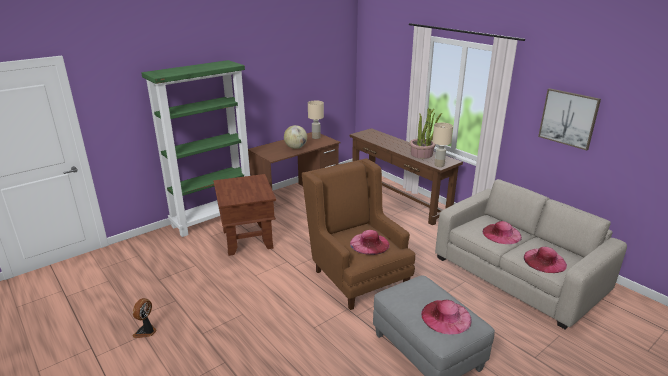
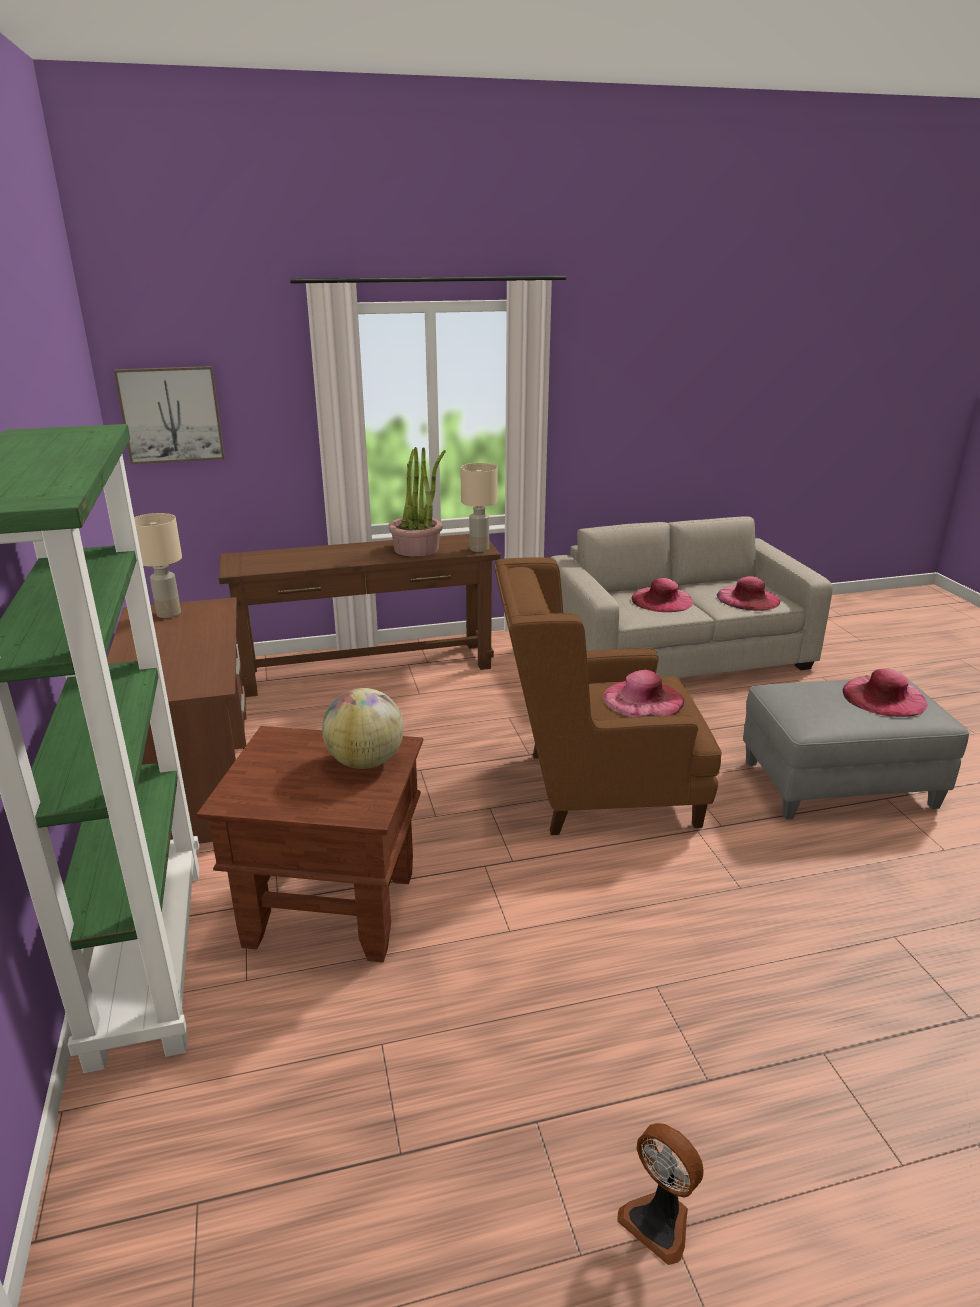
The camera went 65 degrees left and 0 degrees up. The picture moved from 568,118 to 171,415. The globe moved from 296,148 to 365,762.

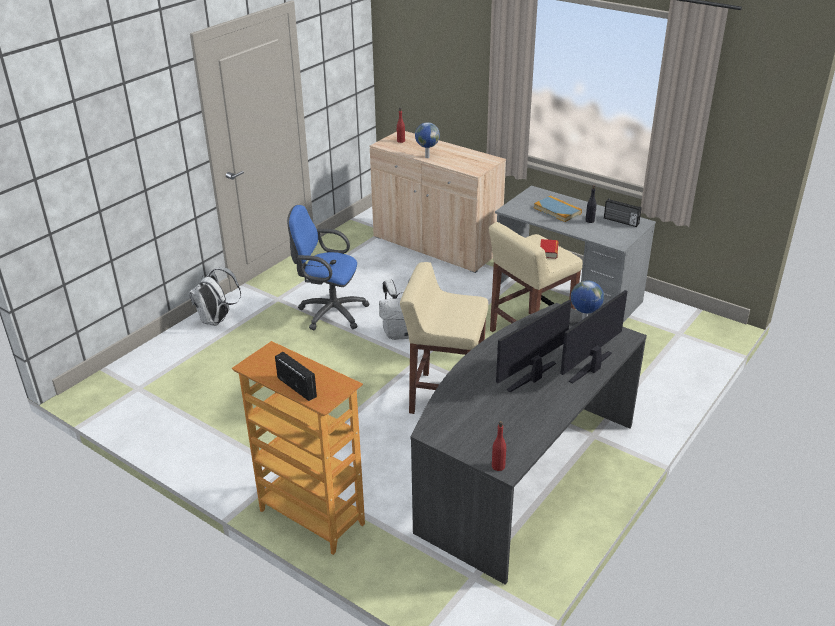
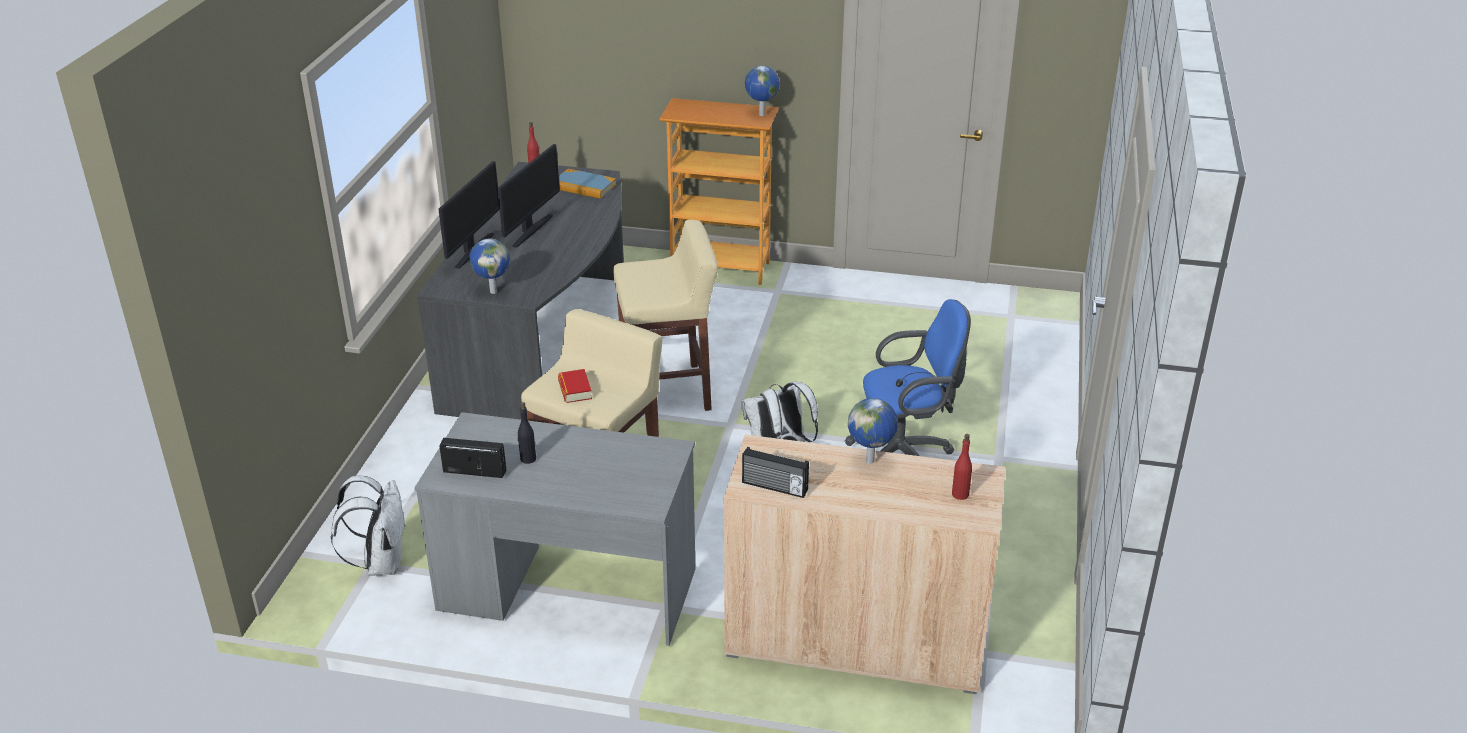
The camera went 155 degrees right and 0 degrees up. The white backpack moved from 217,320 to 381,562. The book moved from 557,210 to 584,186. The radio moved from 297,387 to 774,487. The globe at 761,115 appeared.

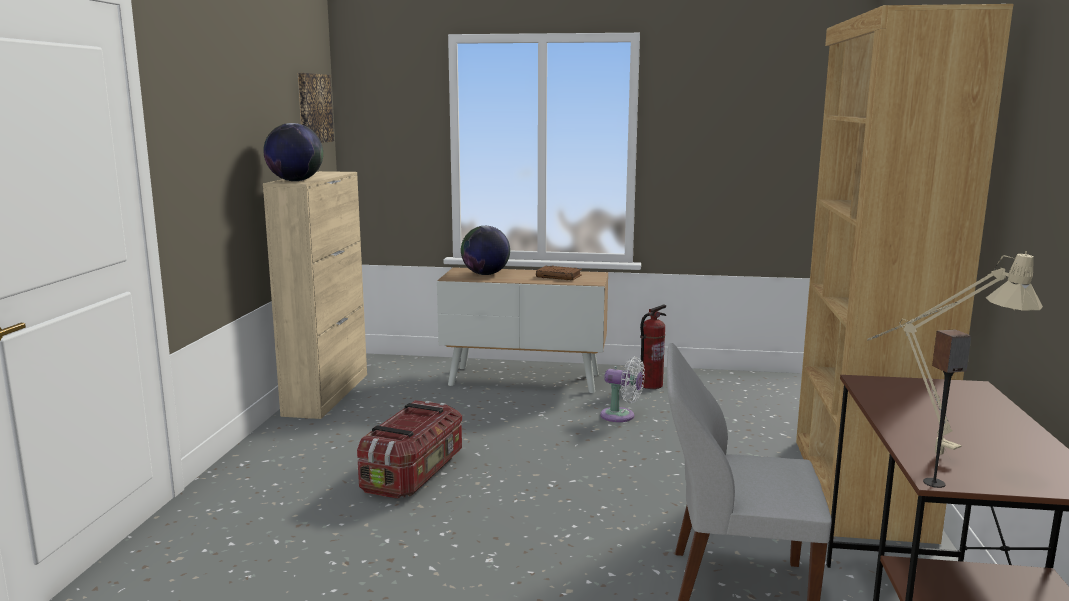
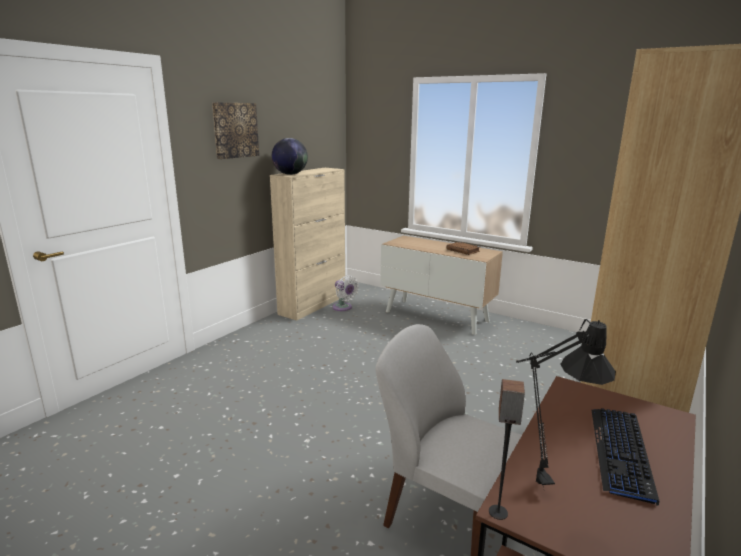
The camera went 25 degrees right and 5 degrees up. The picture moved from 313,108 to 235,130. The white fan moved from 621,416 to 343,308. The beige table lamp at 927,452 became the black table lamp at 534,477. The keyboard at 621,452 appeared. The storage box at 414,473 disappeared. The globe at 485,274 disappeared. The fire extinguisher at 651,385 disappeared.

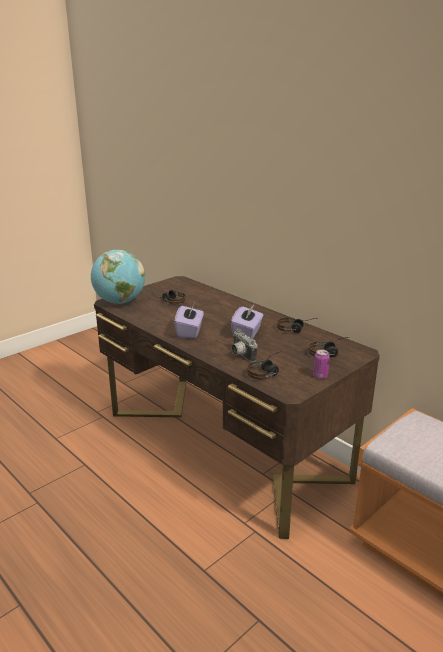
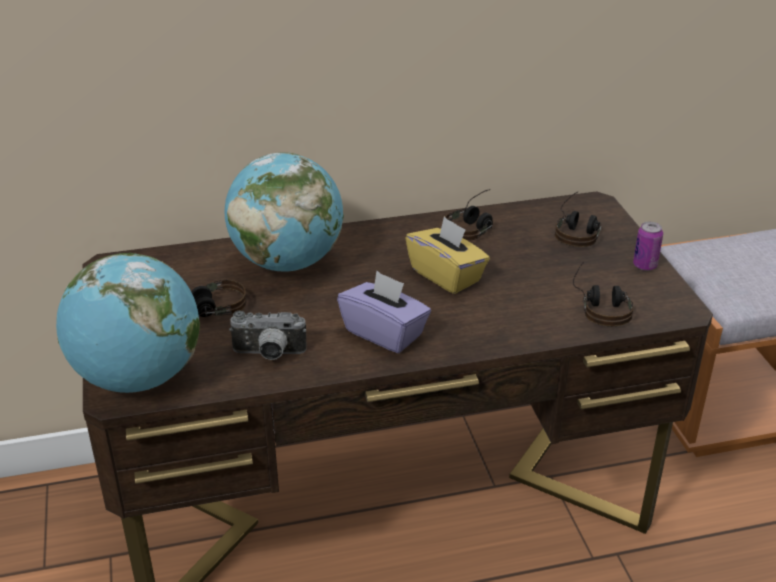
The camera went 60 degrees left and 10 degrees up. The globe at 287,262 appeared. The photo camera moved from 240,355 to 269,355. The purple tissue box at 247,333 became the yellow tissue box at 446,275.

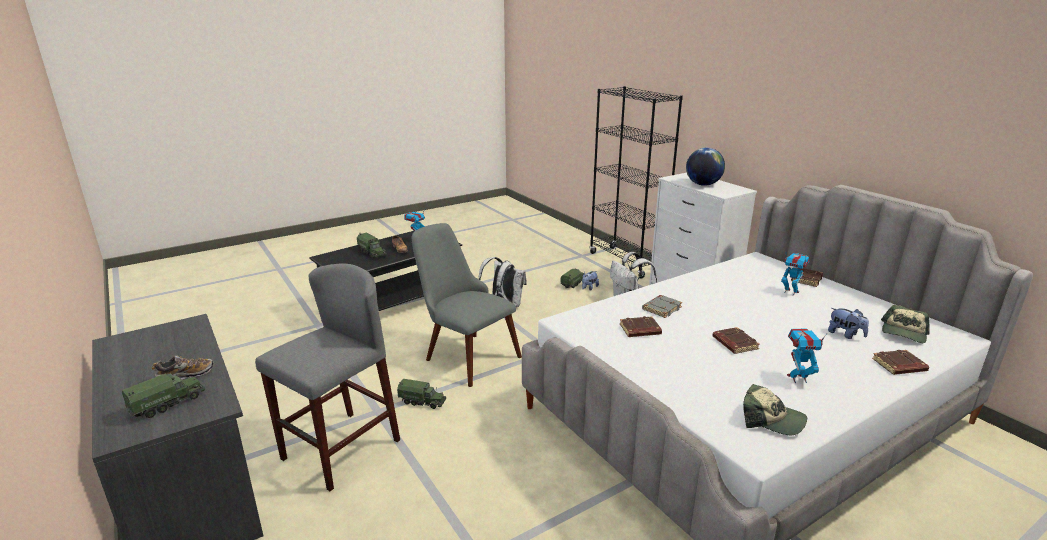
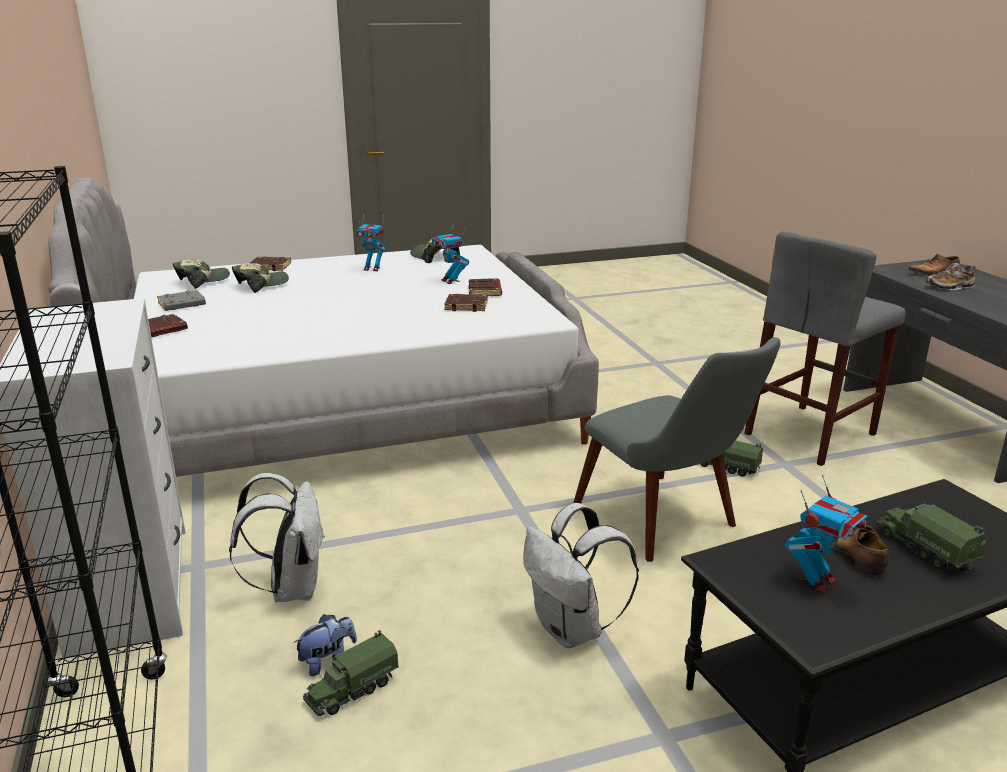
The camera went 165 degrees left and 0 degrees up. The grey book moved from 661,308 to 181,305. The plush toy at 845,334 was replaced by the cap at 261,285. The toy robot moved from 790,292 to 450,281. The brown book moved from 734,343 to 485,291. The toy truck at 167,403 was replaced by the shoe at 934,273. The globe at 703,184 disappeared.

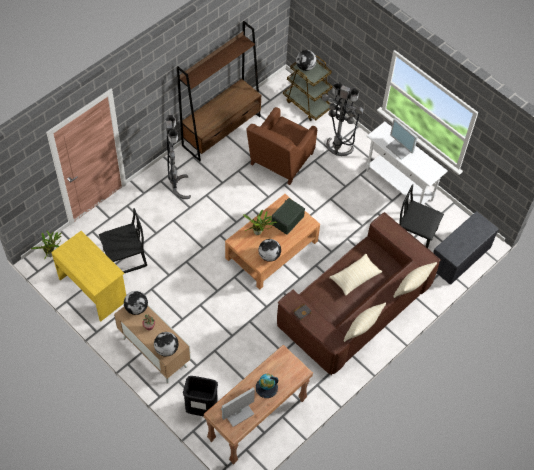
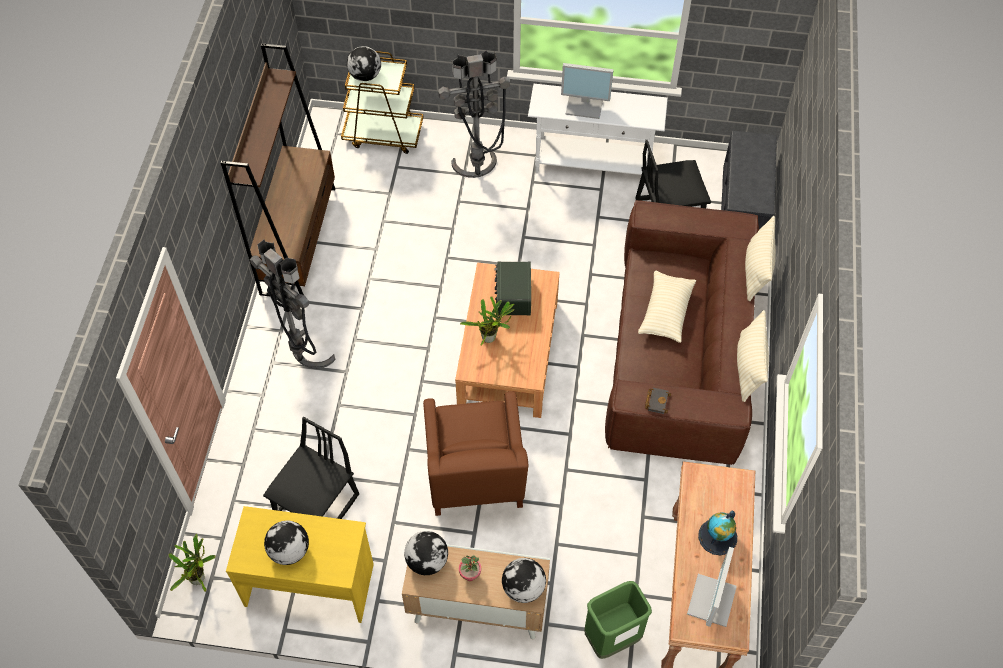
The camera went 35 degrees left and 0 degrees up. The globe moved from 269,255 to 289,551. The brown armchair moved from 280,161 to 475,477. The black trash can at 201,409 became the green trash can at 612,638.

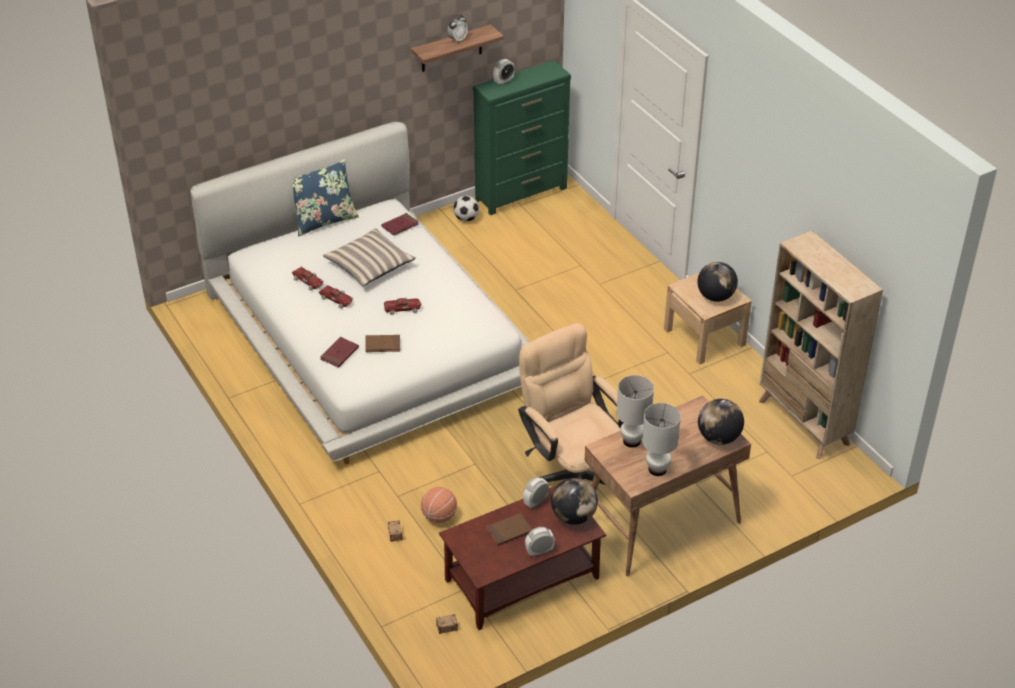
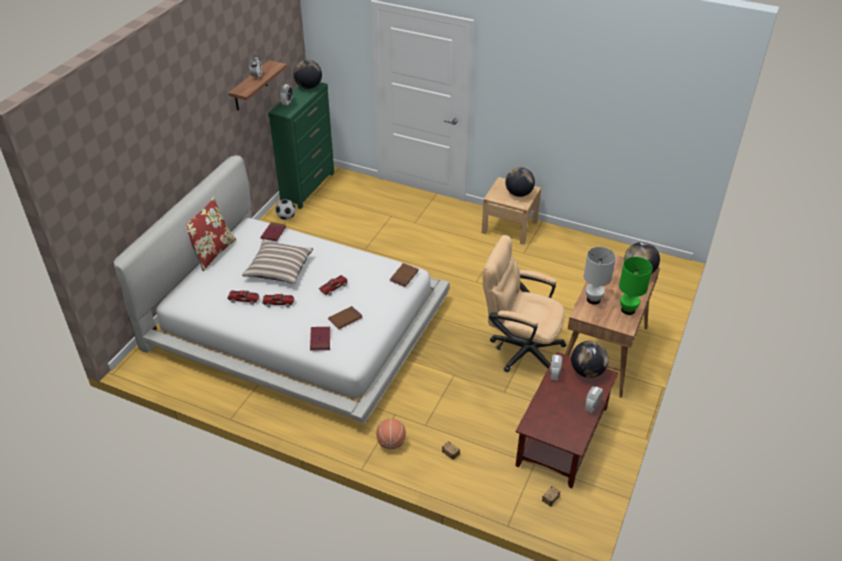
The camera went 35 degrees left and 0 degrees up. The blue pillow at 324,220 became the red pillow at 212,252. The globe at 308,87 appeared. The basketball moved from 439,517 to 391,443. The brown book moved from 509,531 to 404,276. The white table lamp at 657,470 became the green table lamp at 628,310. The beige bookcase at 803,423 disappeared.

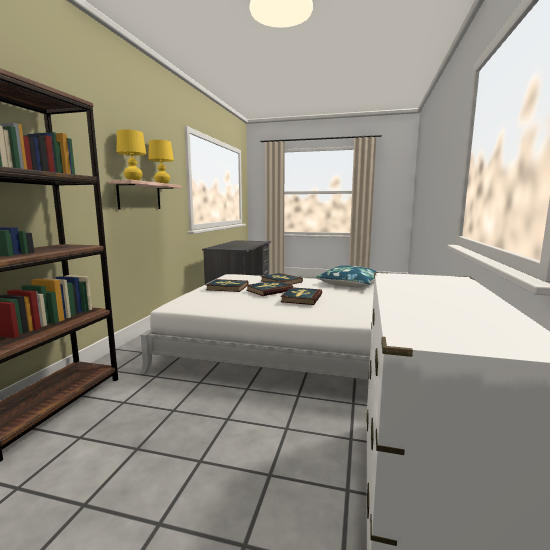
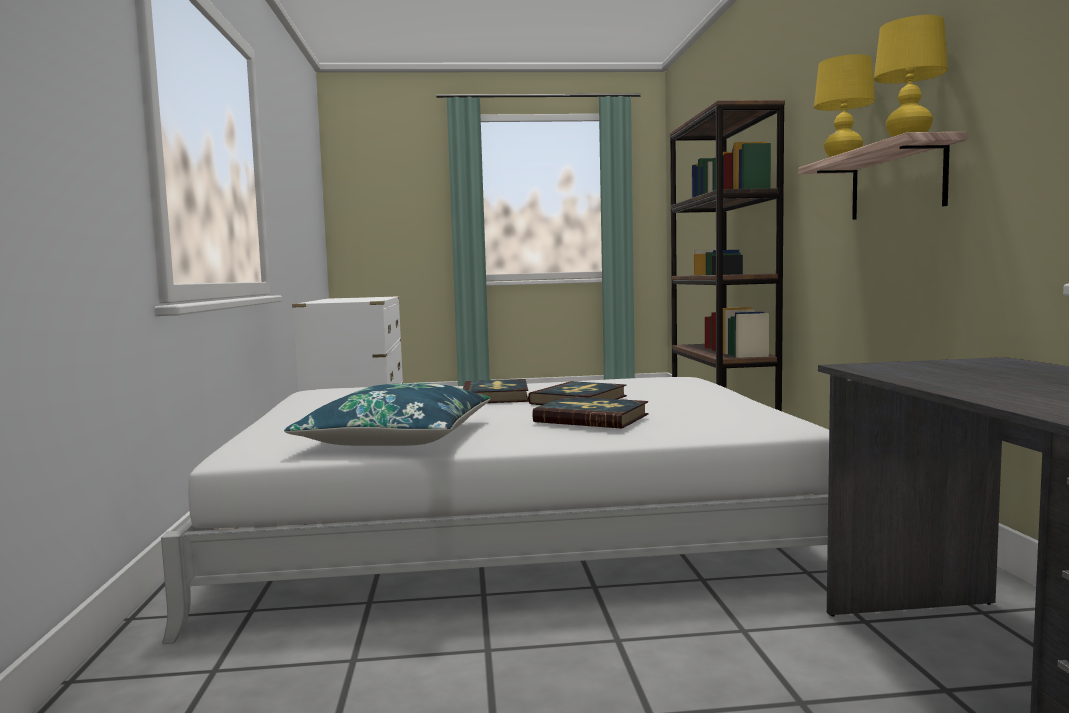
The camera went 160 degrees right and 5 degrees down. The book at 227,287 disappeared.

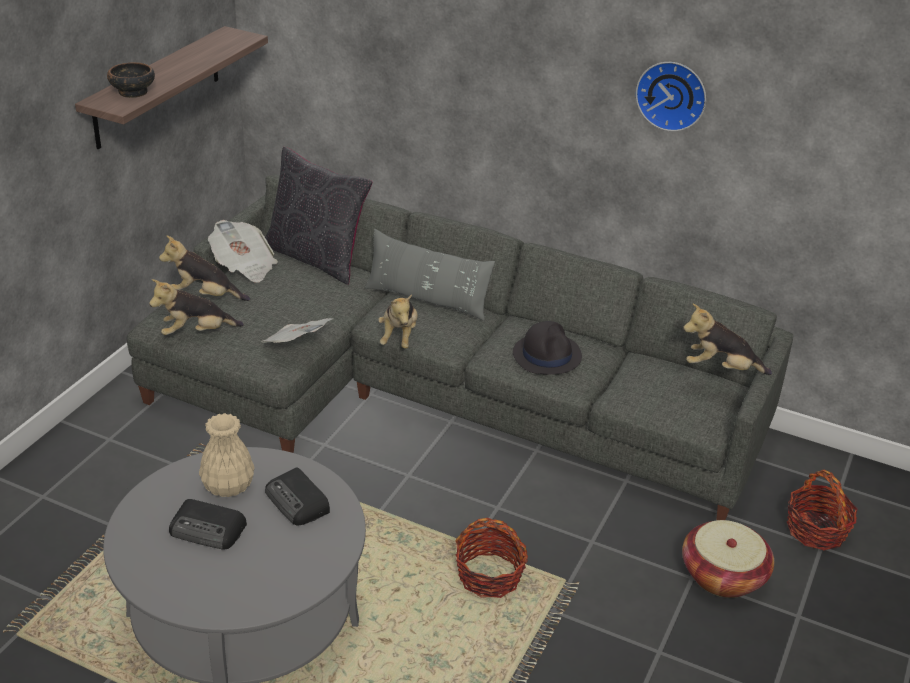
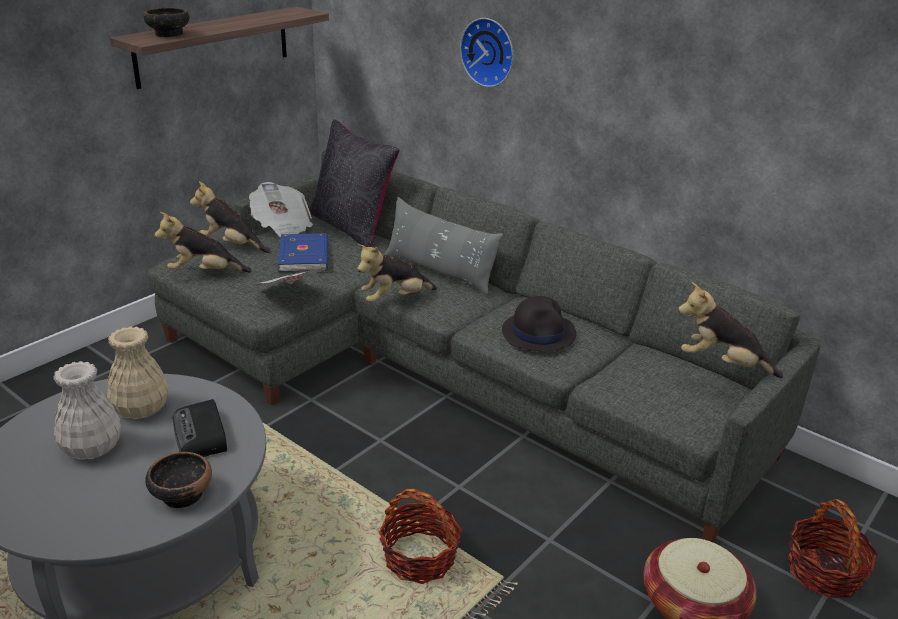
The camera went 15 degrees right and 5 degrees down. The radio at 208,530 was replaced by the white vase at 93,448. The bowl at 181,494 appeared. The blue book at 305,255 appeared. The plush toy at 399,337 turned 45 degrees clockwise. The wall clock moved from 672,94 to 489,52.

